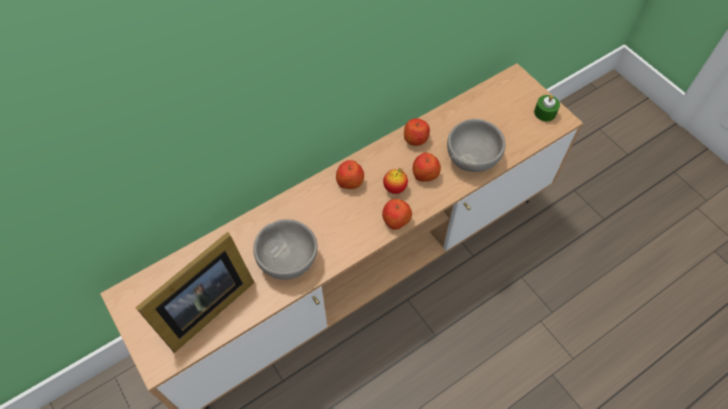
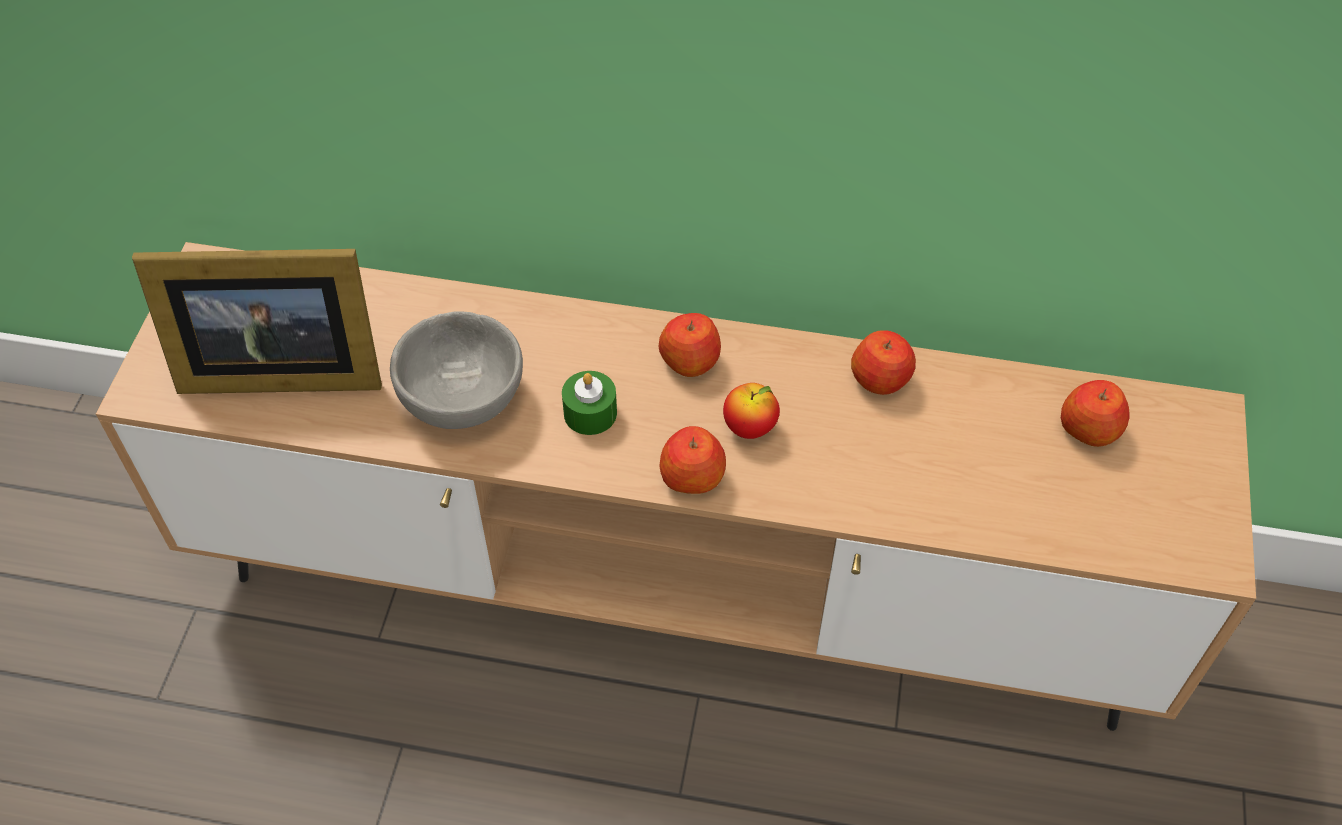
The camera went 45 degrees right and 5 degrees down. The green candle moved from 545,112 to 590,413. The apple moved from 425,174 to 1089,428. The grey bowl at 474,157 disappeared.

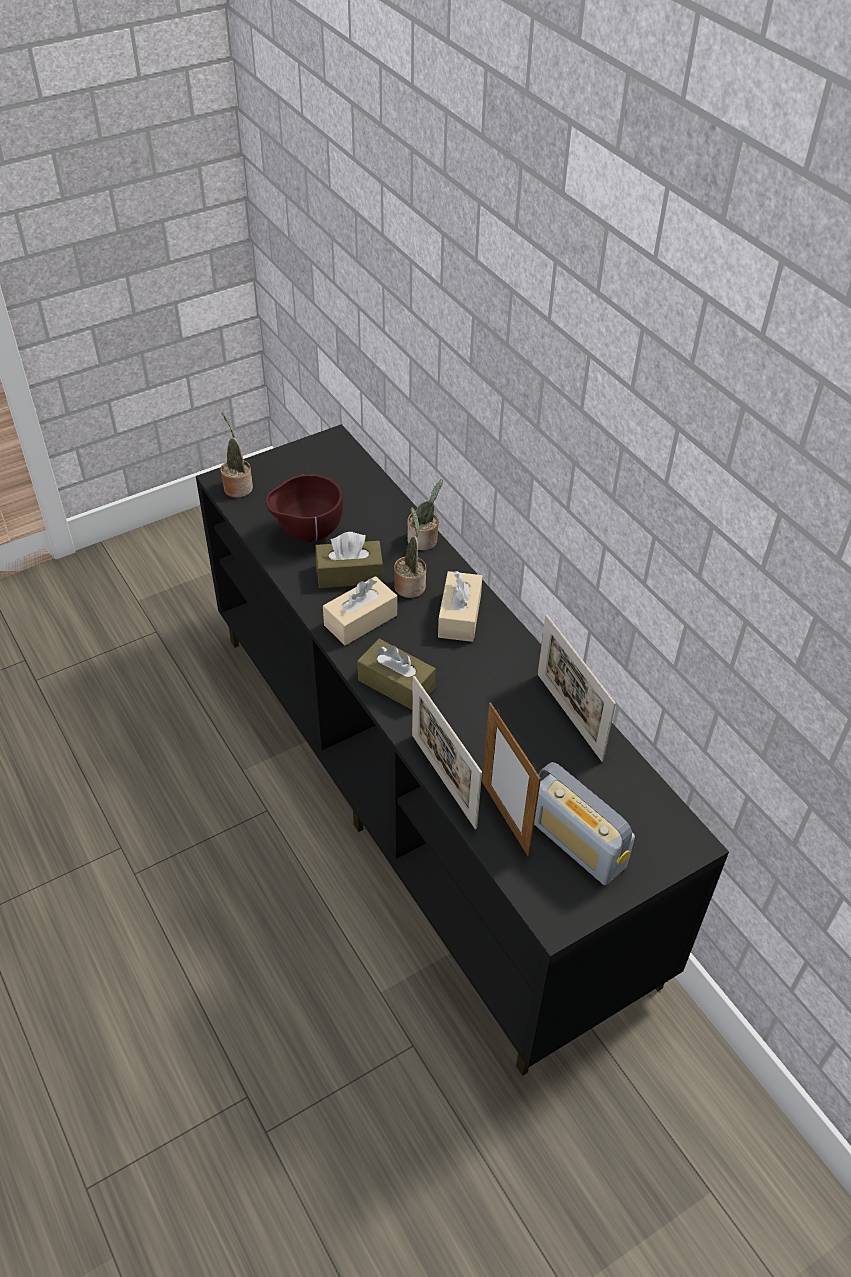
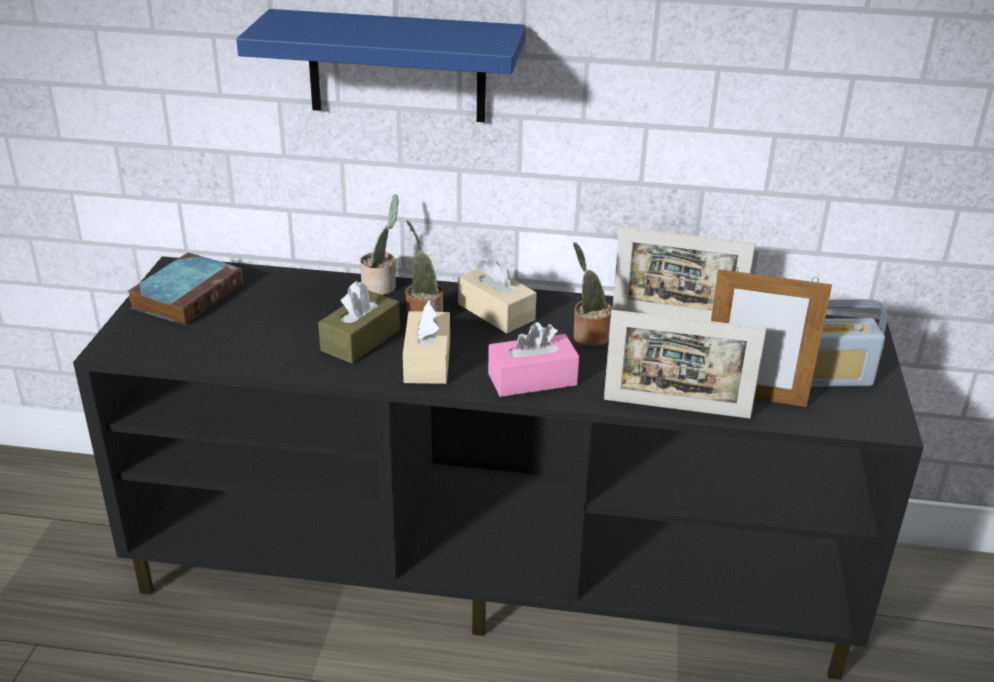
The camera went 50 degrees left and 15 degrees down. The book at 188,294 appeared. The blue shelf at 397,66 appeared. The brown tissue box at 396,684 became the pink tissue box at 532,379. The potted plant moved from 237,486 to 588,336. The brown bowl at 307,534 disappeared.

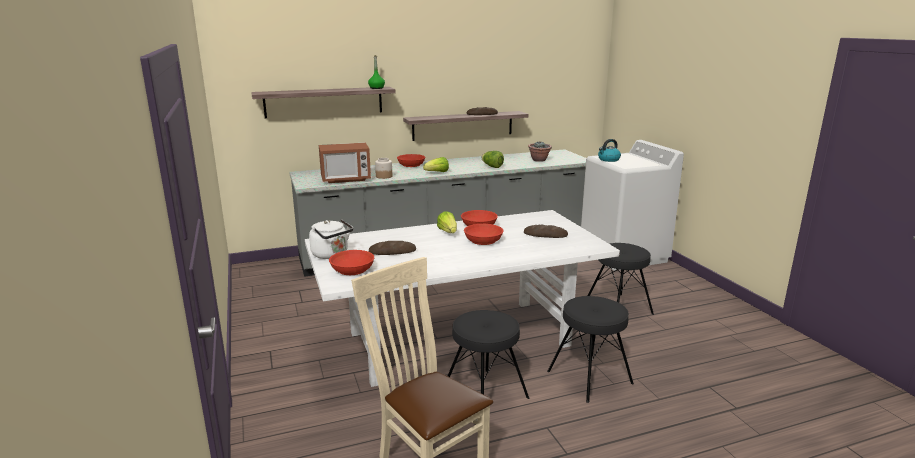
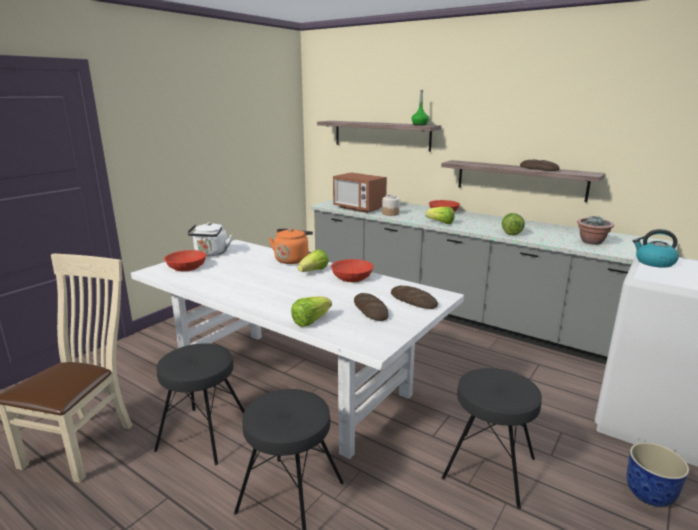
The camera went 55 degrees right and 0 degrees up. The orange kettle at 292,259 appeared. The lettuce at 310,321 appeared. The bread moved from 392,251 to 413,301. The planter at 650,495 appeared. The red bowl at 483,240 disappeared.

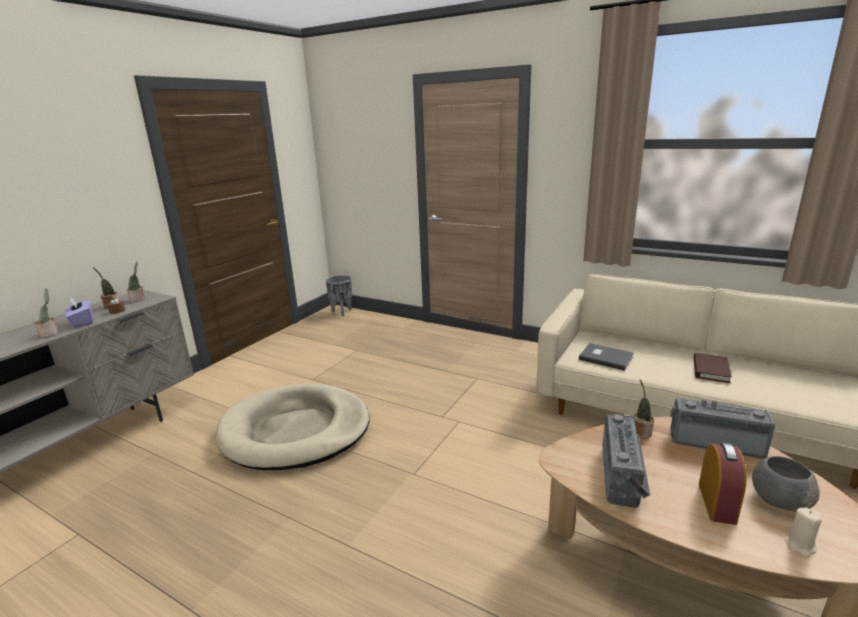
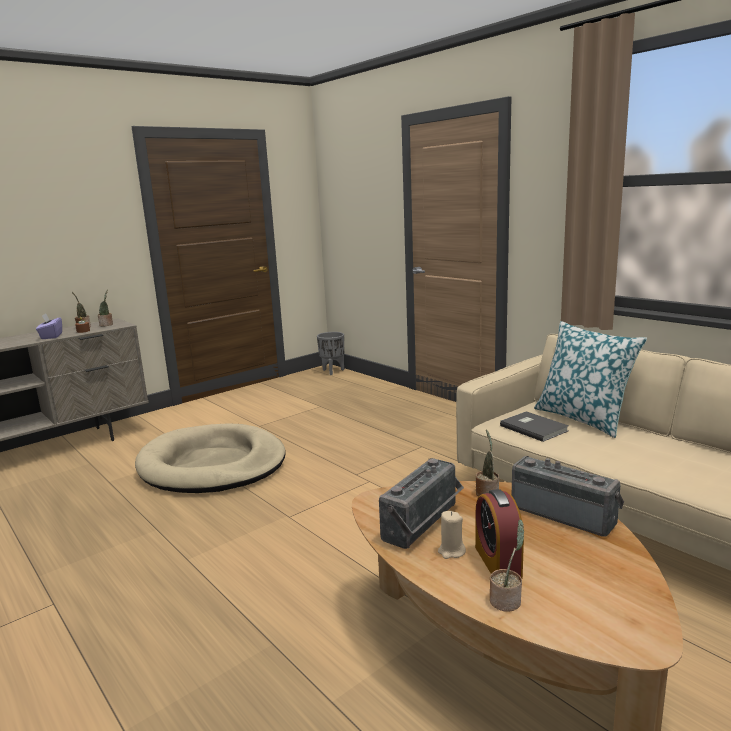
The camera went 20 degrees right and 5 degrees down. The beige candle moved from 800,545 to 451,551. The alarm clock at 716,503 turned 135 degrees clockwise. The potted plant moved from 50,334 to 507,600. The pillow at 583,418 appeared. The brown book at 710,370 disappeared. The grey bowl at 779,500 disappeared.

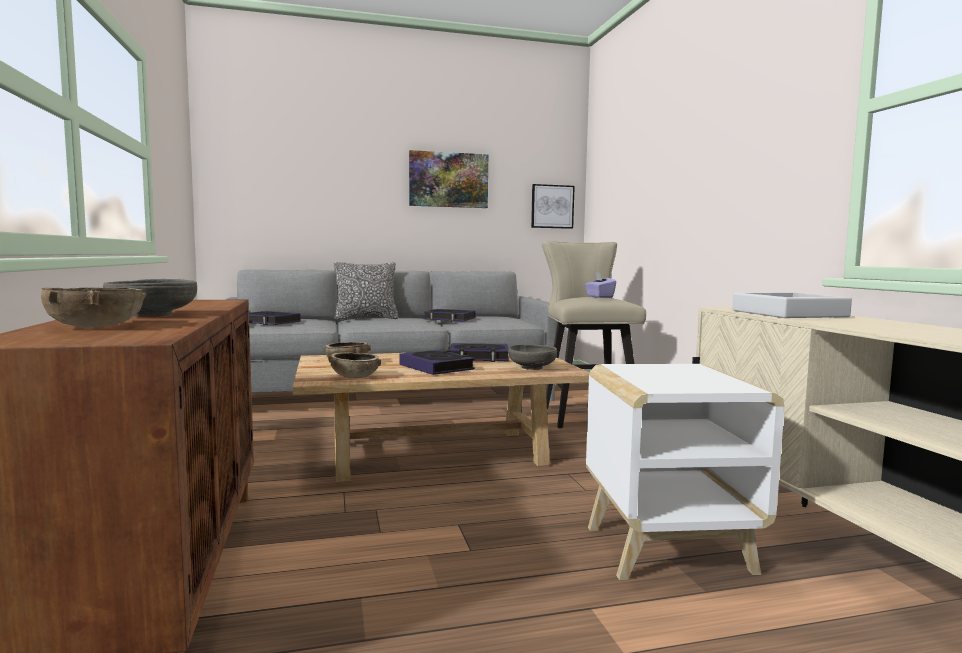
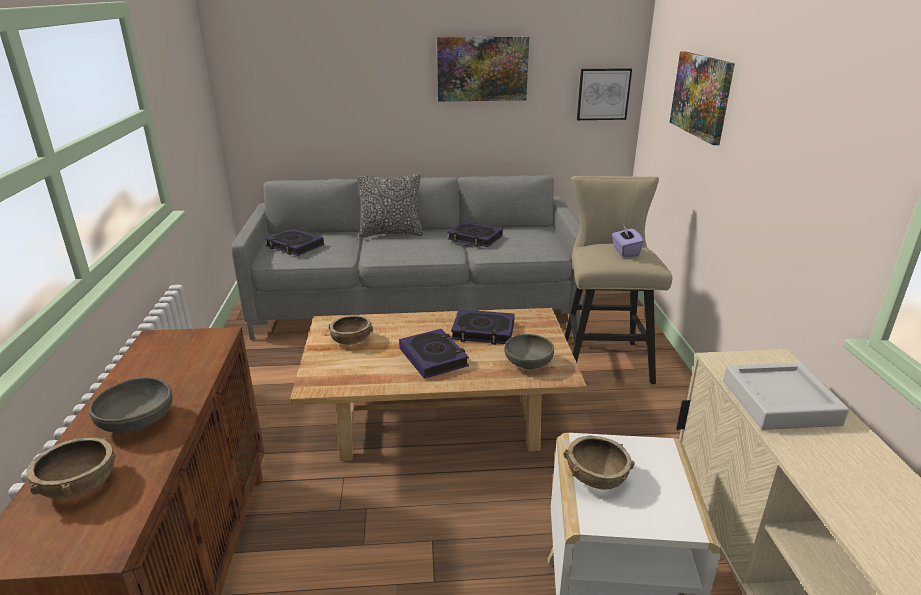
The camera went 10 degrees right and 20 degrees up. The brown bowl moved from 354,377 to 596,477. The picture at 701,95 appeared.

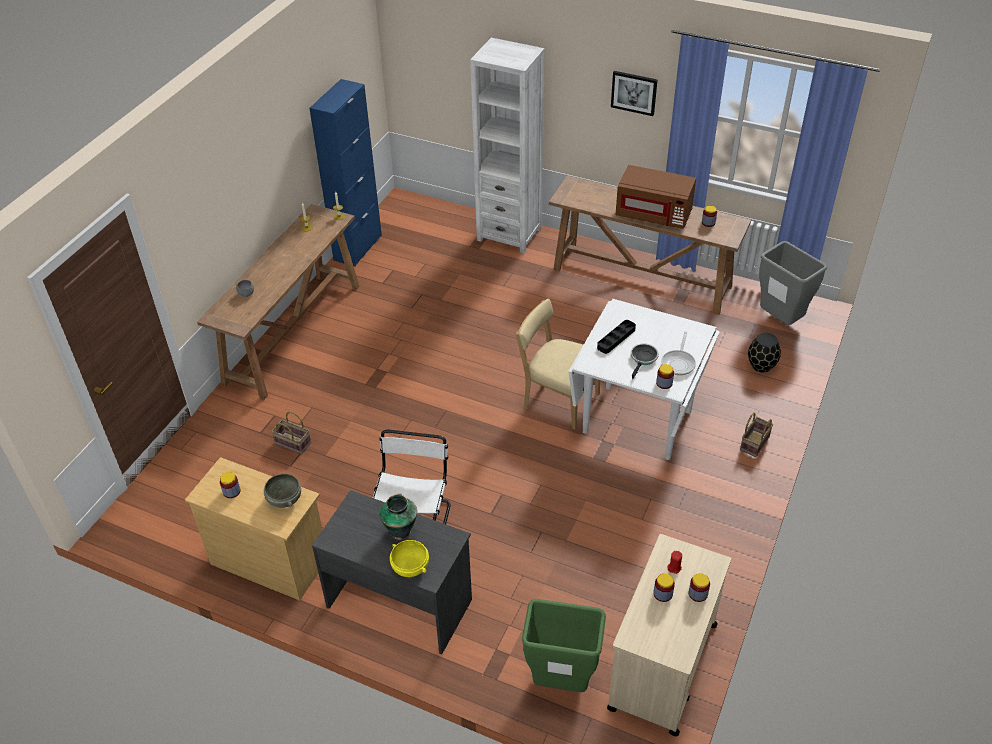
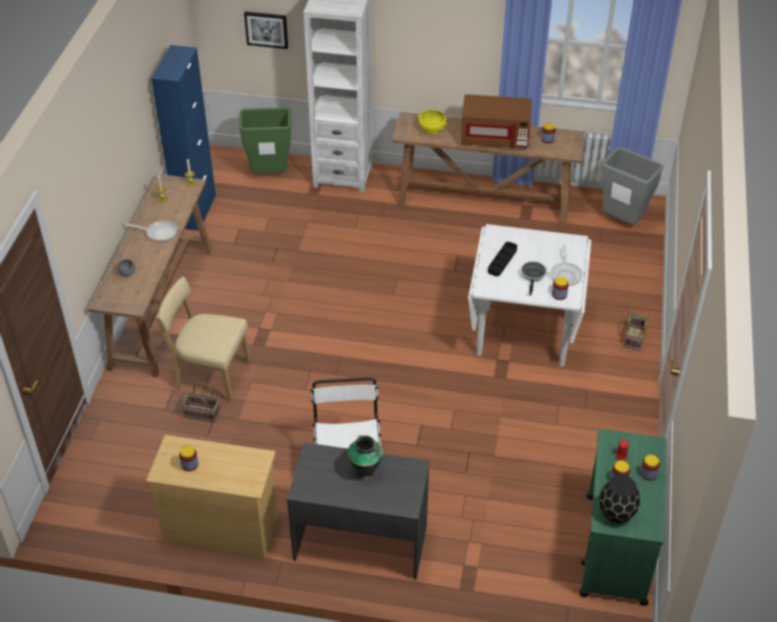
The camera went 15 degrees left and 0 degrees up. The frying pan at 159,233 appeared. The beige chair moved from 558,400 to 210,374. The green trash can moved from 562,682 to 270,175. The picture moved from 634,92 to 266,29. The yellow bowl moved from 411,567 to 432,129. The beige cart at 662,667 became the green cart at 615,549. The black vase moved from 761,366 to 617,513. The grey bowl at 284,499 disappeared.

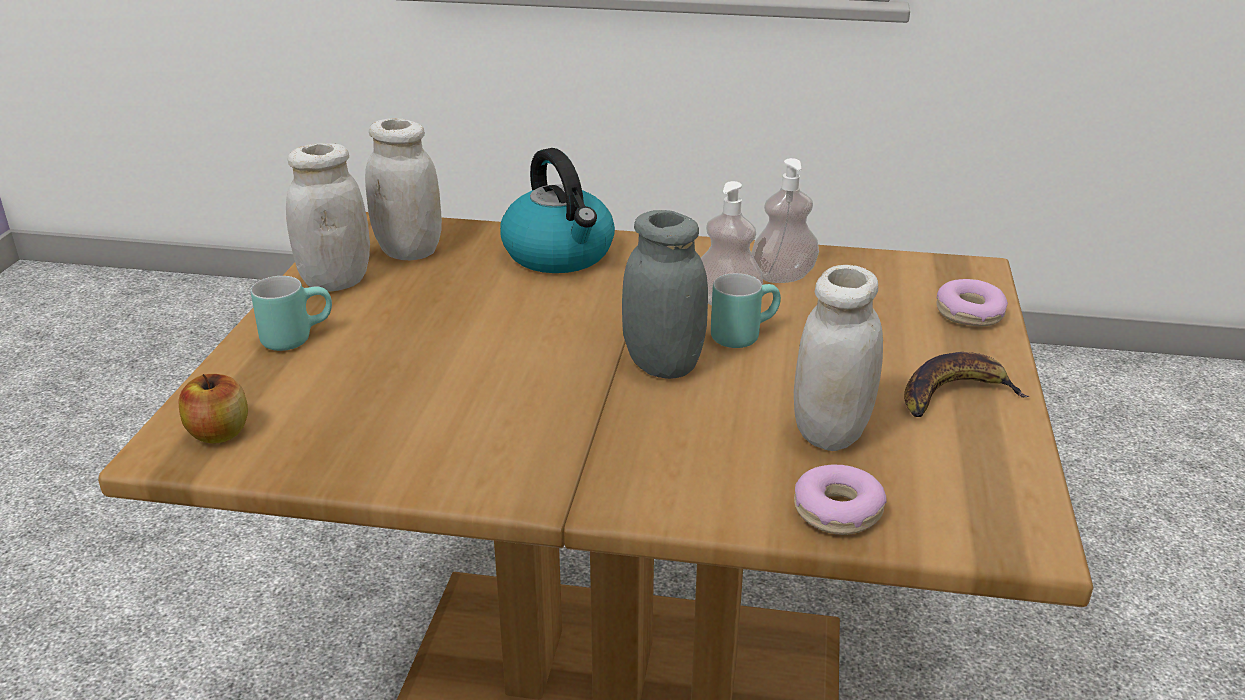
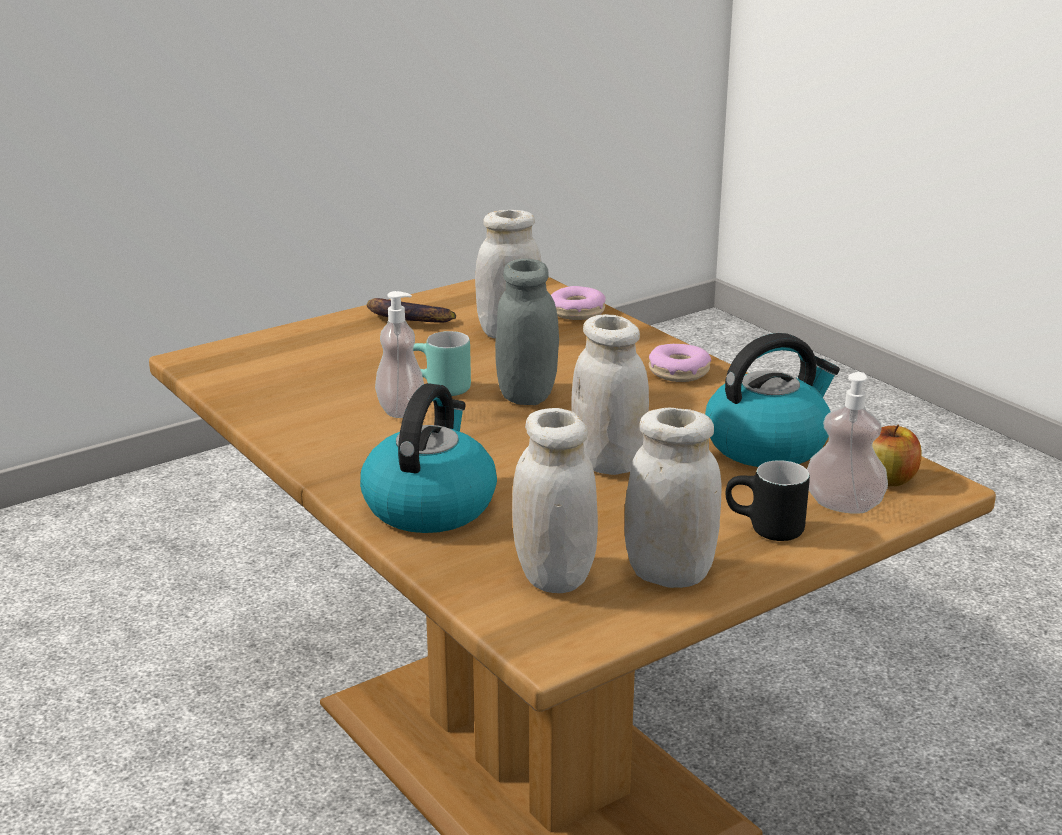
The camera went 135 degrees left and 5 degrees down. The white jar at 608,463 appeared. The donut moved from 969,314 to 679,372. The kettle at 767,445 appeared. The turquoise mug at 296,337 became the black mug at 764,530. The soap dispenser moved from 783,276 to 843,505.

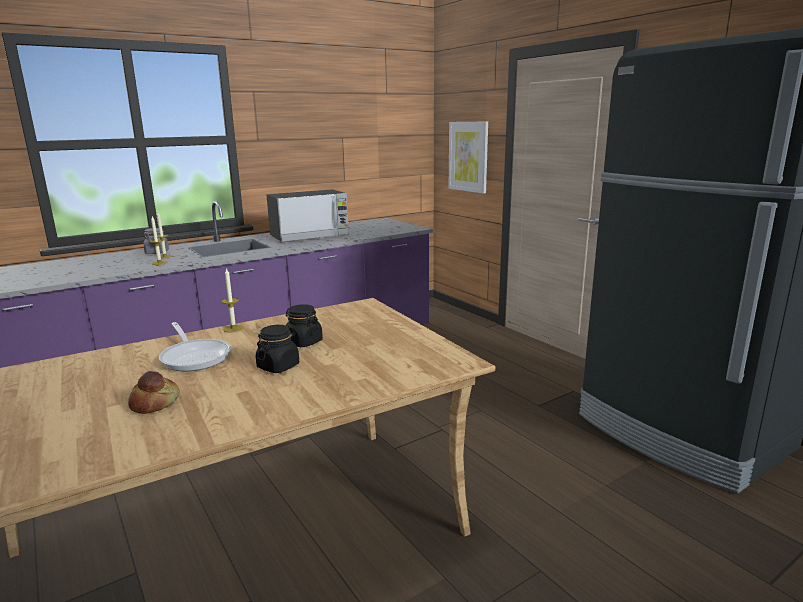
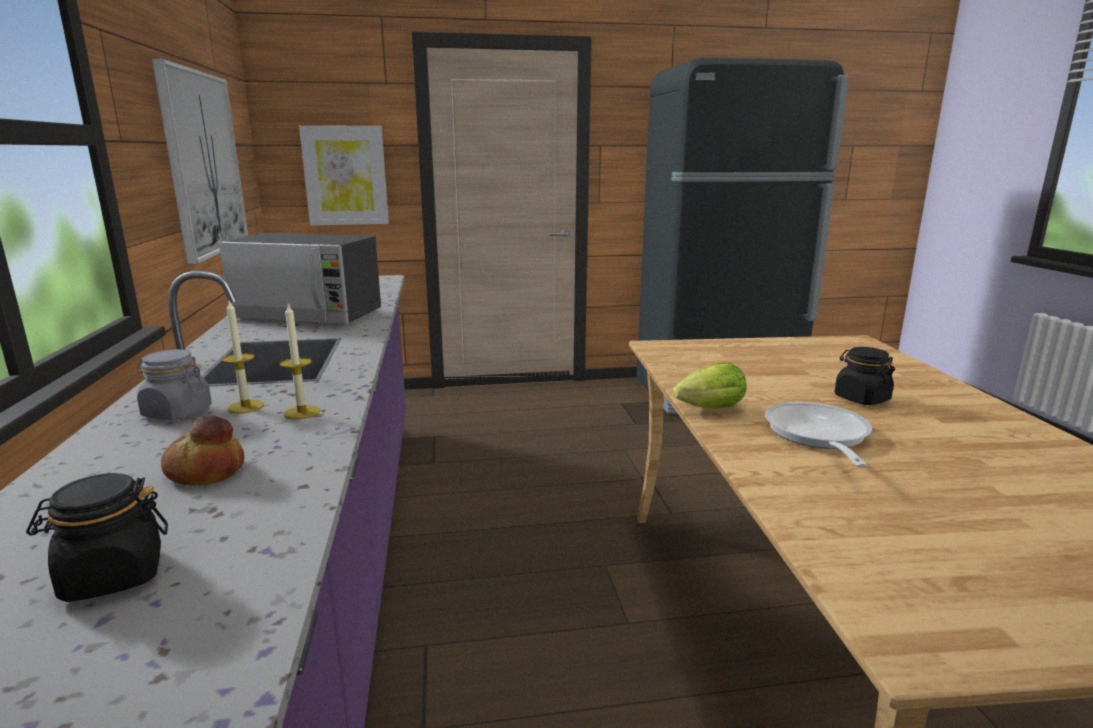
The camera went 65 degrees left and 0 degrees up. The black jar moved from 303,342 to 112,576. The picture at 203,164 appeared. The bread moved from 155,403 to 206,470. The microwave at 310,236 turned 105 degrees clockwise. The candle at 233,328 was replaced by the lettuce at 706,409. The frying pan at 195,357 turned 75 degrees counterclockwise.

